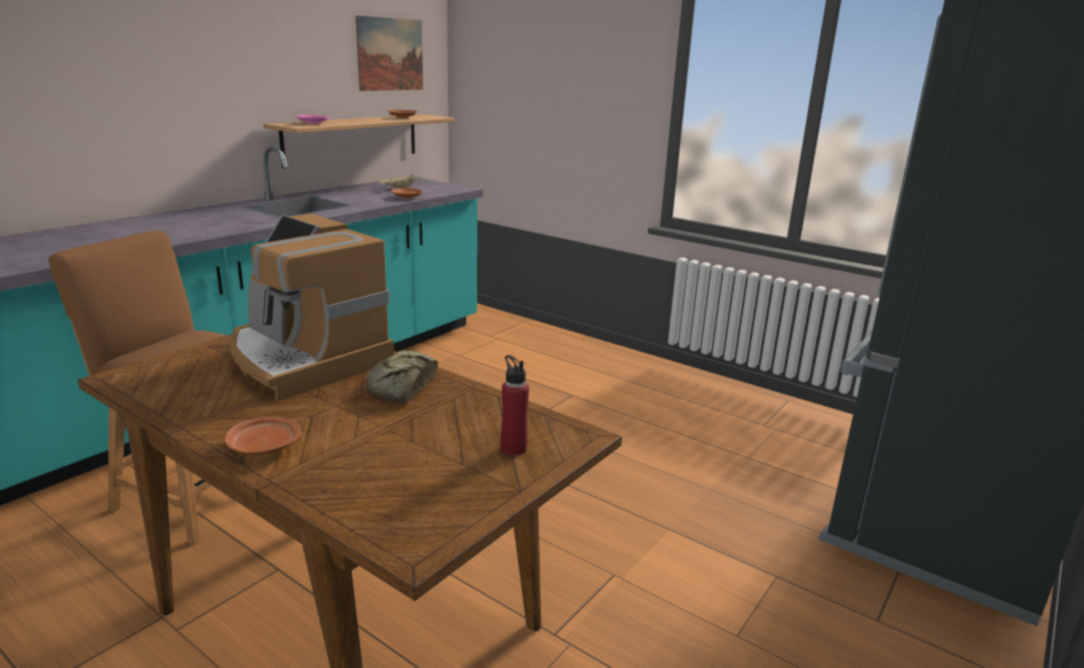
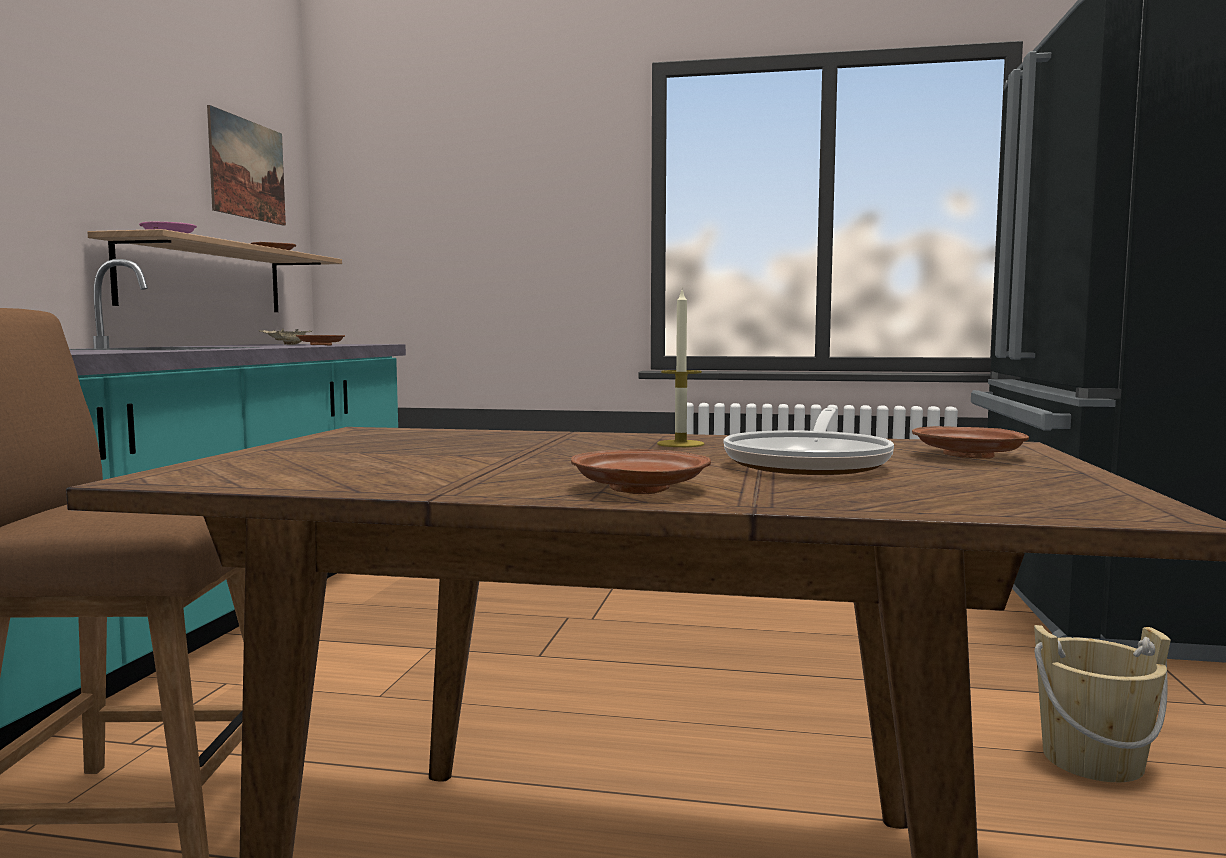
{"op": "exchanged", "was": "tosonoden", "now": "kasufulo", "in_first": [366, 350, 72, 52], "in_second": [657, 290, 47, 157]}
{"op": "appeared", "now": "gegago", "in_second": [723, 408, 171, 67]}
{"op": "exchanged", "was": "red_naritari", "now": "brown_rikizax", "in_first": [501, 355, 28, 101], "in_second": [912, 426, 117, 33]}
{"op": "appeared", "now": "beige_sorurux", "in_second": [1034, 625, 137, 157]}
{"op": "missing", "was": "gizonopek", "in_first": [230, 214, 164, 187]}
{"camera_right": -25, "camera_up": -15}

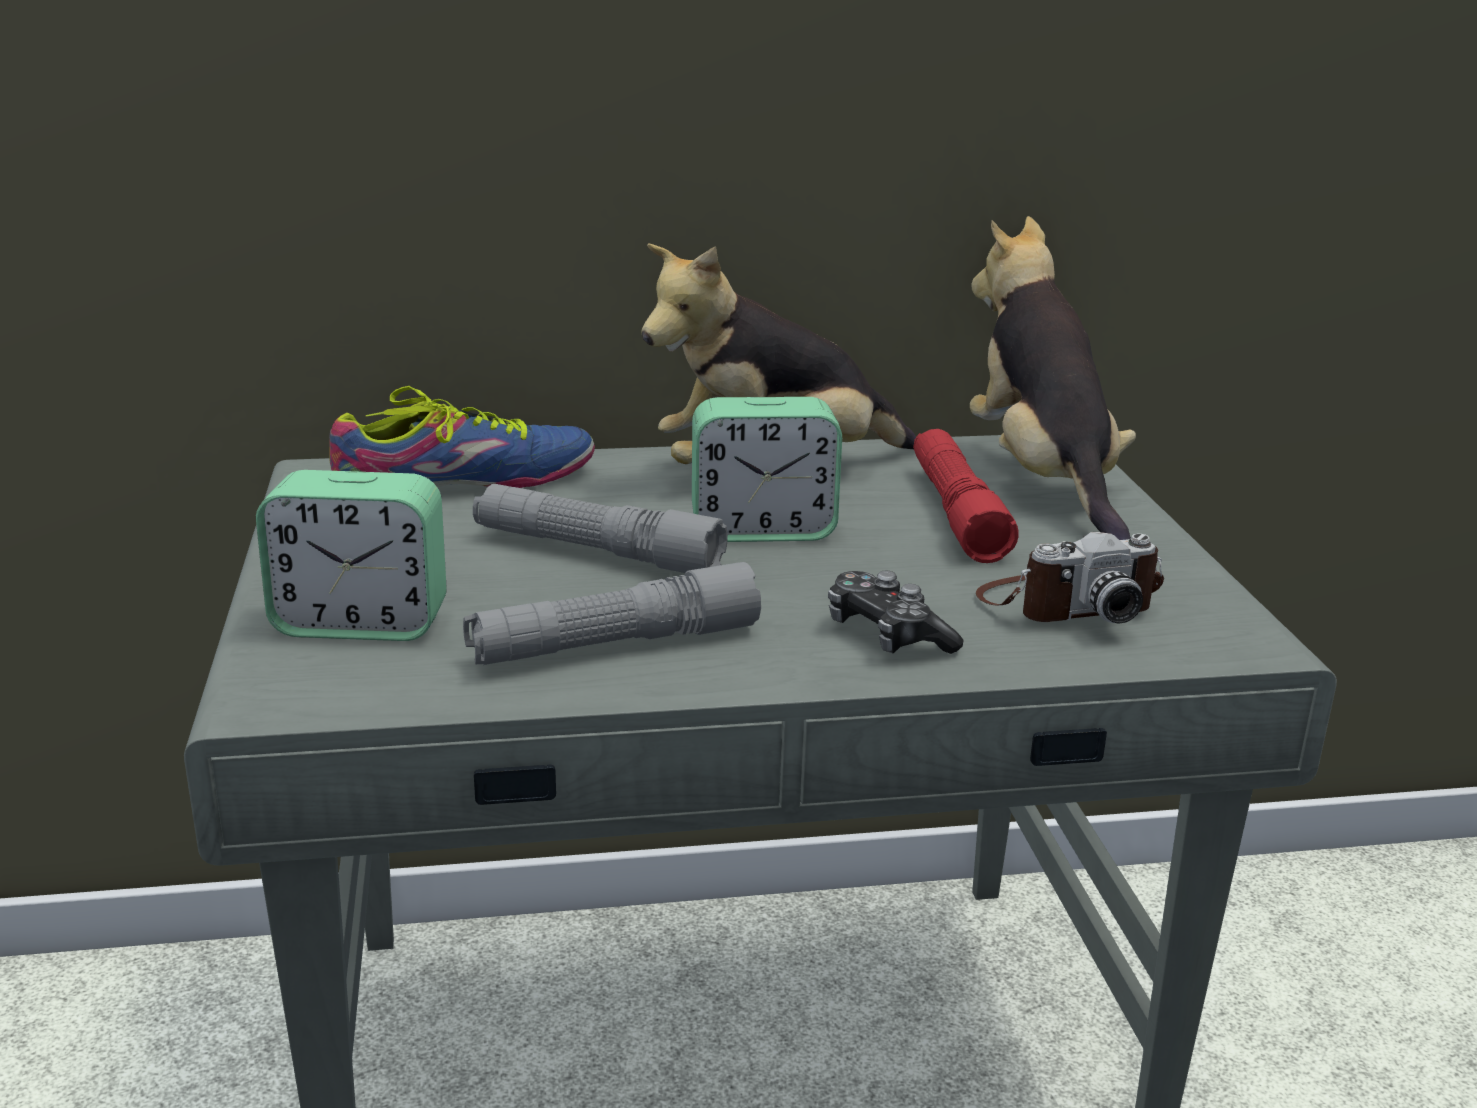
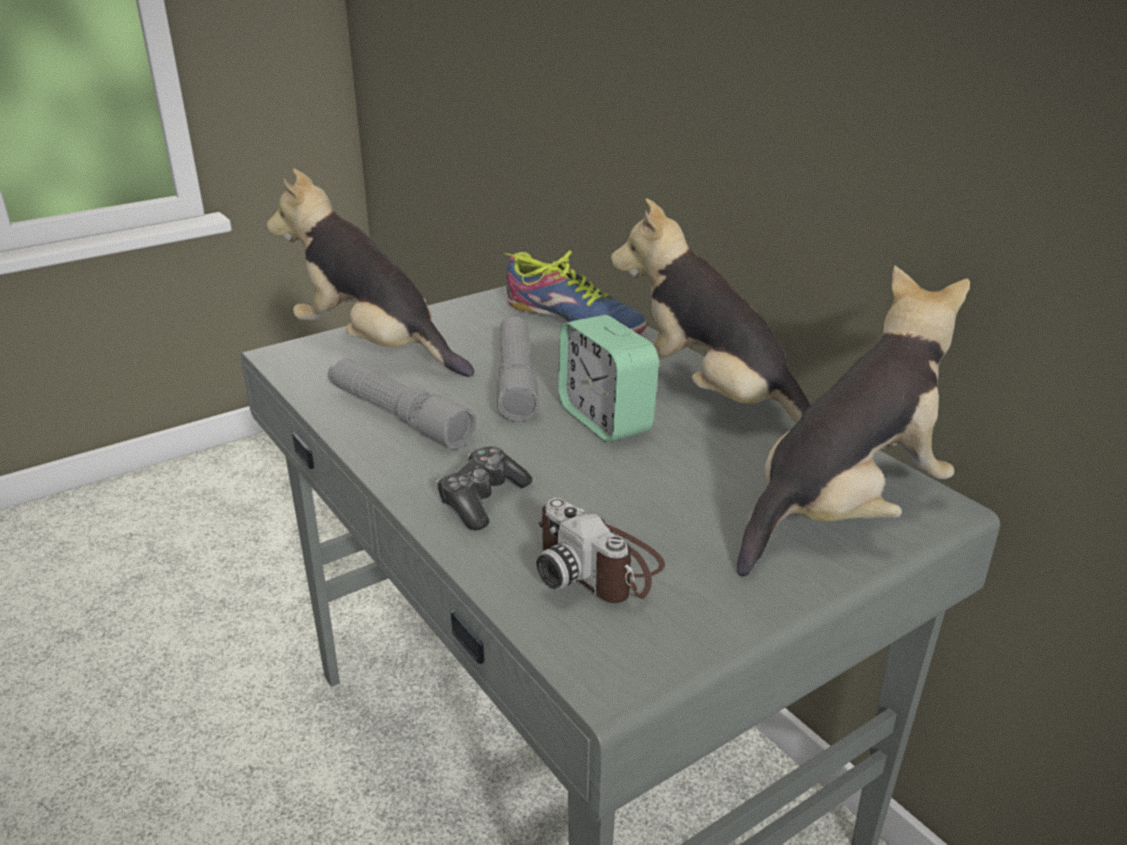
{"op": "exchanged", "was": "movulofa", "now": "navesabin", "in_first": [256, 470, 191, 171], "in_second": [267, 169, 207, 208]}
{"op": "missing", "was": "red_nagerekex", "in_first": [913, 429, 106, 134]}
{"camera_right": 65, "camera_up": 5}

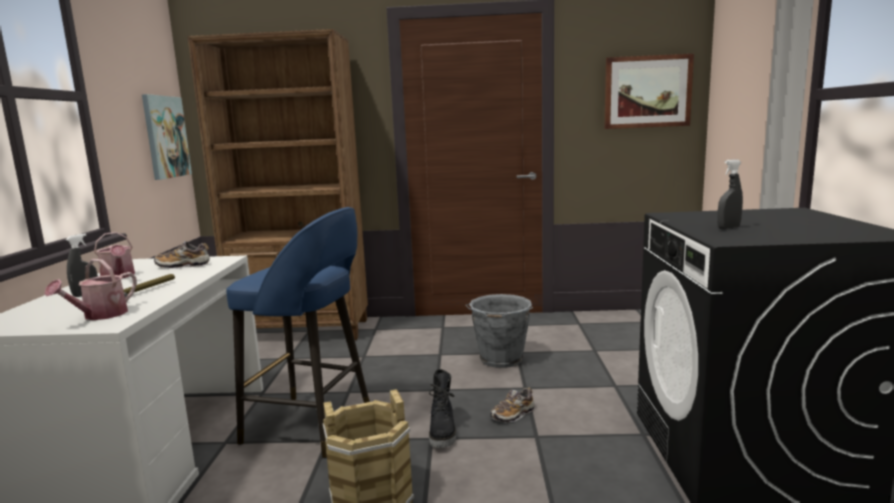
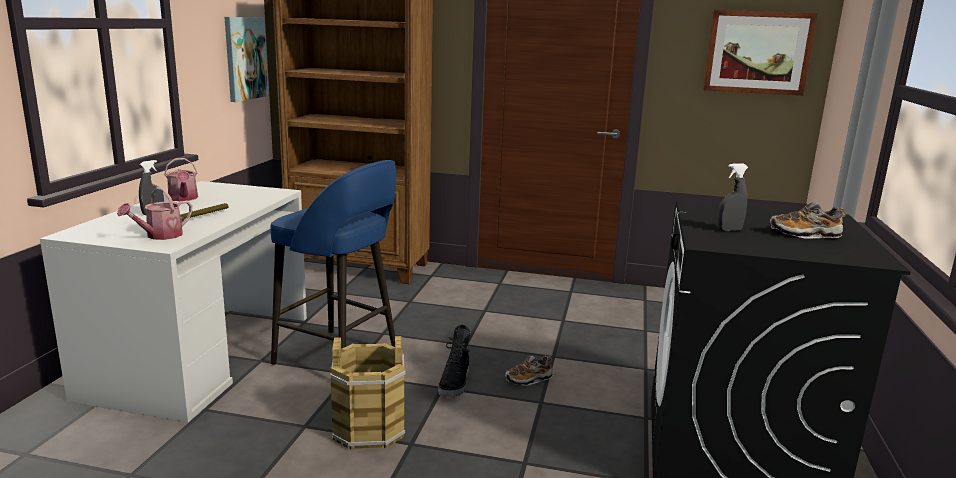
{"op": "relocated", "was": "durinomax", "in_first": [154, 241, 56, 28], "in_second": [770, 202, 76, 36]}
{"op": "missing", "was": "grey_sorurux", "in_first": [465, 294, 68, 74]}
{"camera_right": 10, "camera_up": 5}

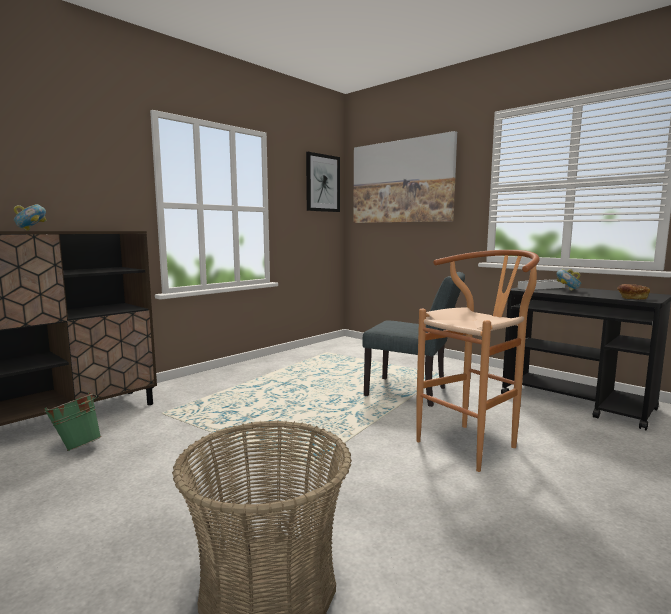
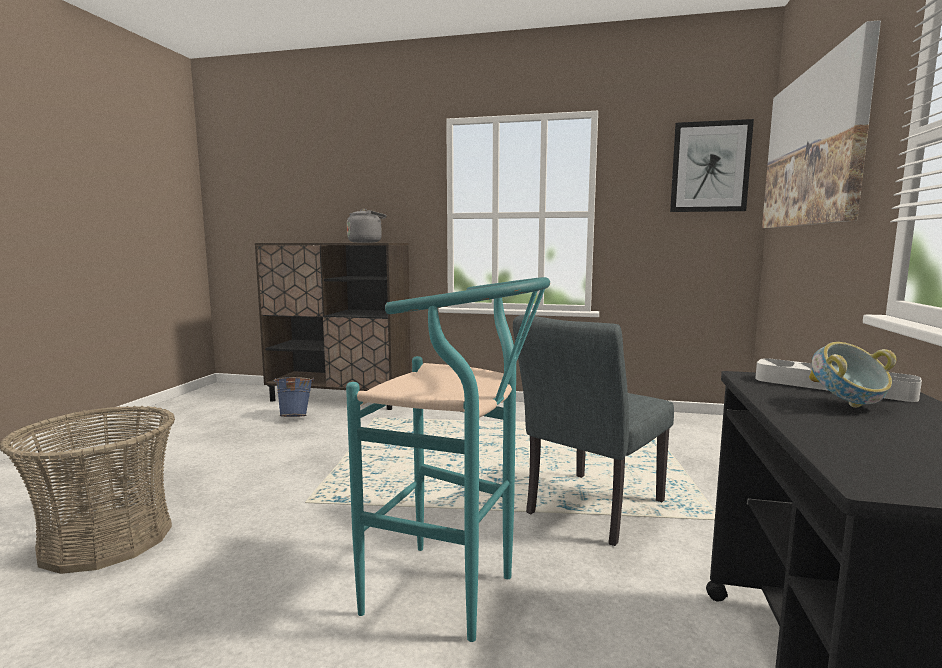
{"op": "colour", "was": "green_sorurux", "now": "blue_sorurux", "in_first": [44, 392, 57, 59], "in_second": [274, 377, 40, 40]}
{"op": "colour", "was": "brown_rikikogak", "now": "turquoise_rikikogak", "in_first": [416, 250, 124, 222], "in_second": [346, 277, 204, 365]}
{"op": "appeared", "now": "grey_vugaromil", "in_second": [347, 209, 40, 34]}
{"op": "spun", "was": "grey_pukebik", "in_first": [362, 272, 103, 135], "in_second": [513, 315, 161, 231], "clockwise": 45}
{"op": "missing", "was": "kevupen", "in_first": [14, 204, 32, 27]}
{"op": "missing", "was": "tosonoden", "in_first": [618, 284, 32, 16]}
{"camera_right": 60, "camera_up": 0}

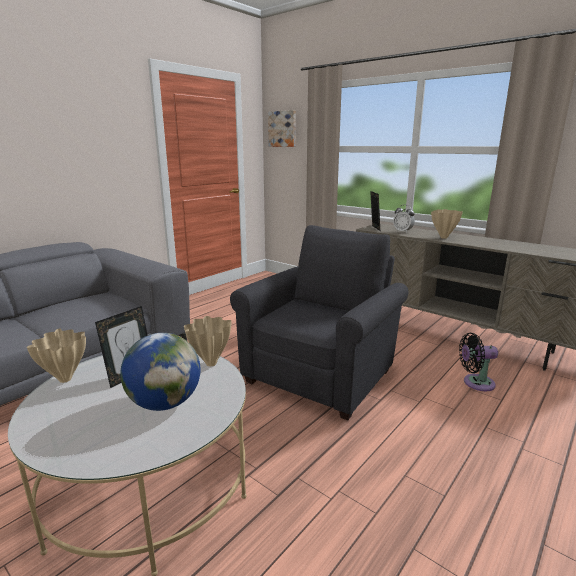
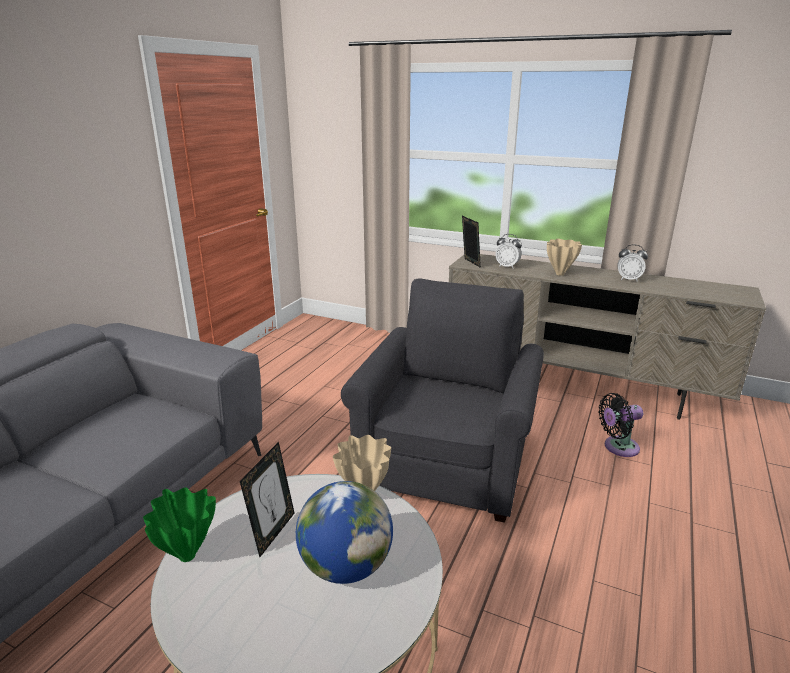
{"op": "colour", "was": "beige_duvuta", "now": "green_duvuta", "in_first": [27, 329, 59, 54], "in_second": [143, 487, 73, 75]}
{"op": "appeared", "now": "movulofa", "in_second": [618, 245, 30, 37]}
{"op": "missing", "was": "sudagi", "in_first": [268, 110, 28, 37]}
{"camera_right": -15, "camera_up": 5}

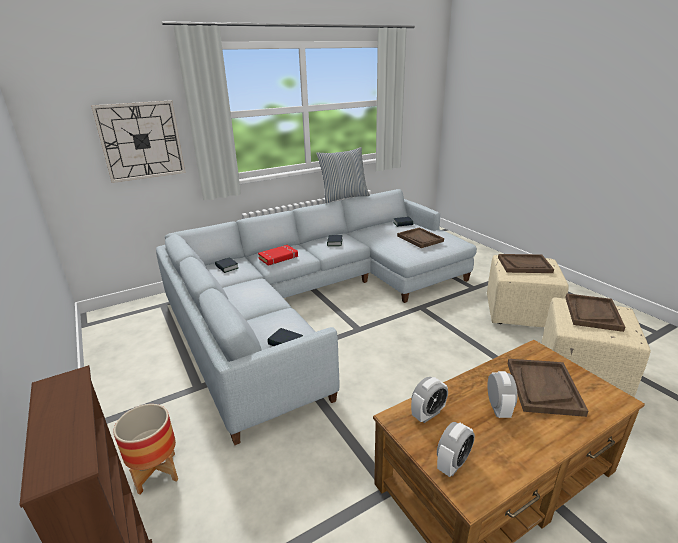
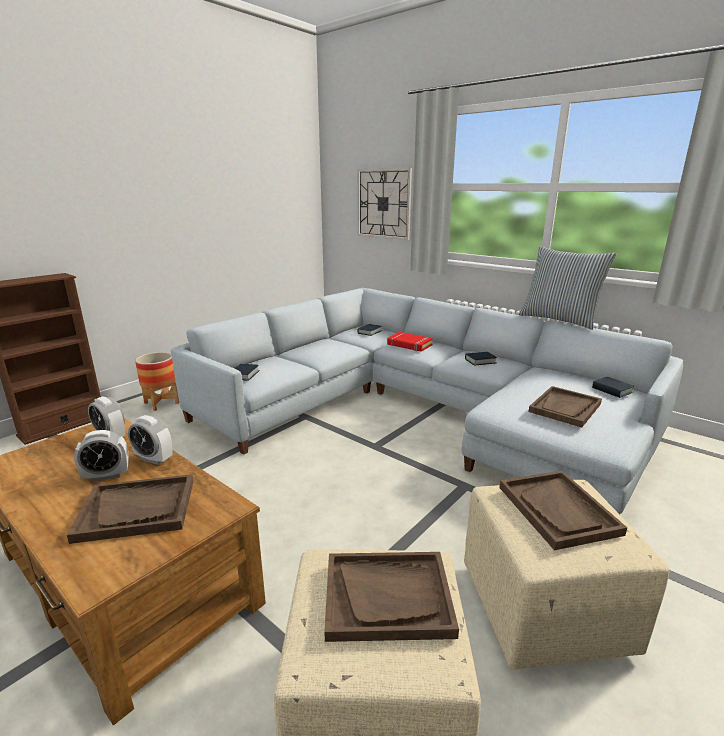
{"op": "relocated", "was": "movulofa", "in_first": [437, 422, 38, 55], "in_second": [128, 415, 45, 50]}
{"camera_right": 70, "camera_up": -5}

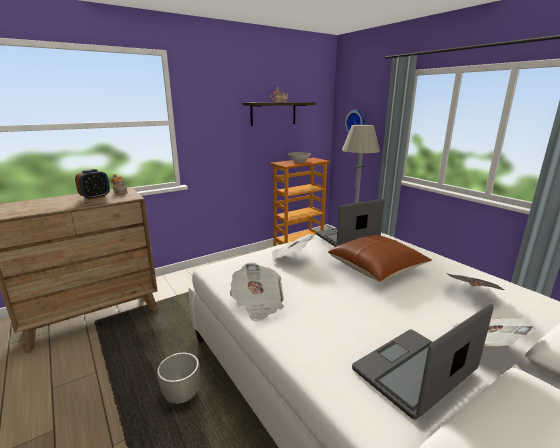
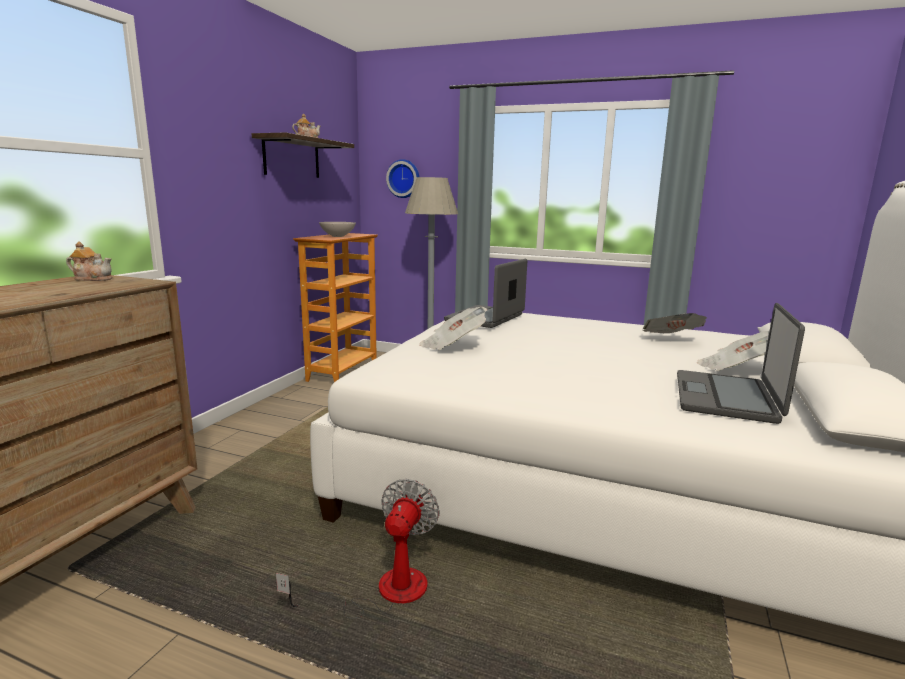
{"op": "exchanged", "was": "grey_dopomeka", "now": "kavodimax", "in_first": [157, 353, 43, 51], "in_second": [276, 479, 164, 139]}
{"op": "missing", "was": "movulofa", "in_first": [75, 169, 35, 31]}
{"op": "missing", "was": "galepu", "in_first": [230, 263, 54, 59]}
{"op": "missing", "was": "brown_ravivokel", "in_first": [328, 235, 104, 47]}
{"camera_right": -35, "camera_up": -5}

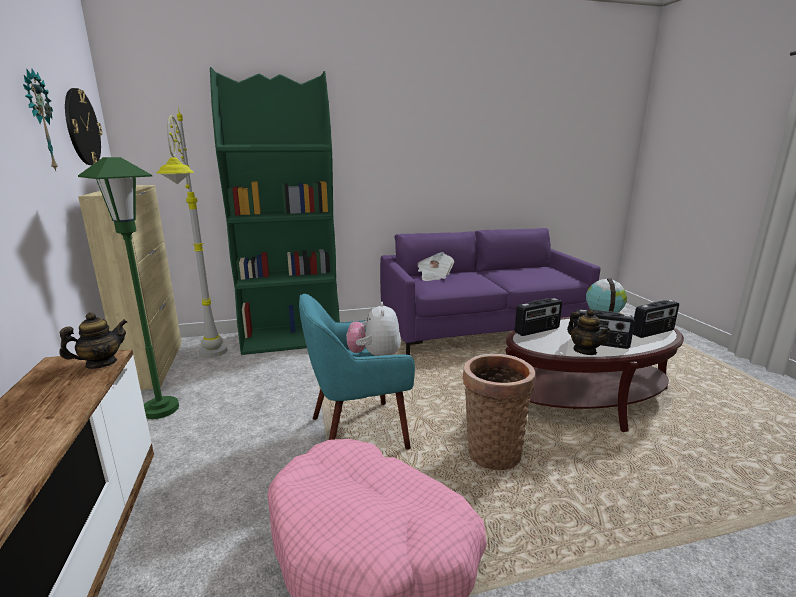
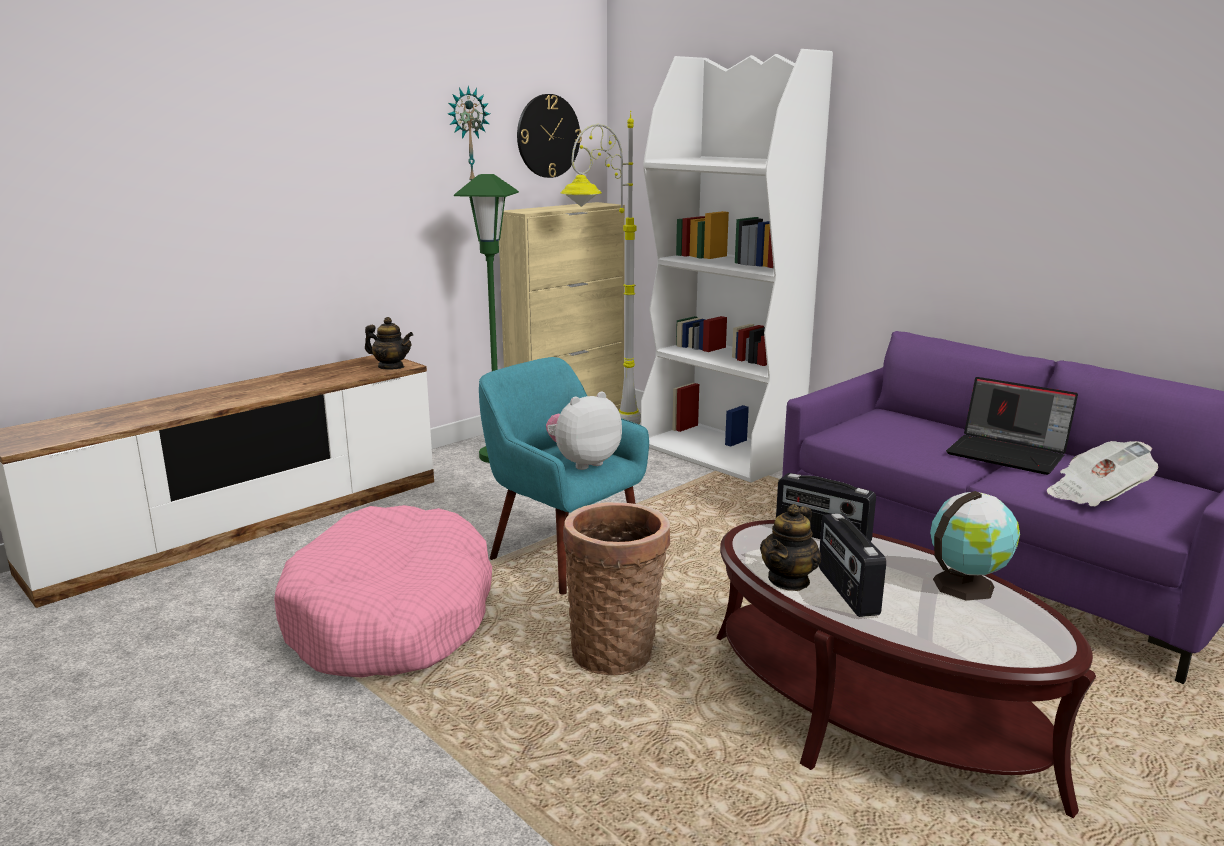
{"op": "colour", "was": "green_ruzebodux", "now": "white_ruzebodux", "in_first": [210, 67, 130, 288], "in_second": [641, 49, 192, 433]}
{"op": "appeared", "now": "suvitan", "in_second": [946, 377, 132, 98]}
{"op": "relocated", "was": "galepu", "in_first": [417, 252, 37, 29], "in_second": [1047, 441, 111, 65]}
{"op": "missing", "was": "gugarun", "in_first": [633, 300, 46, 38]}
{"camera_right": 60, "camera_up": 0}

